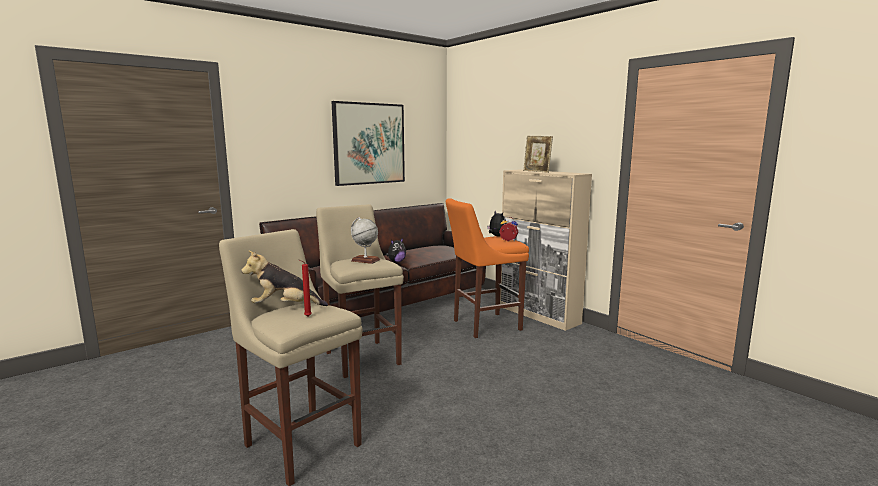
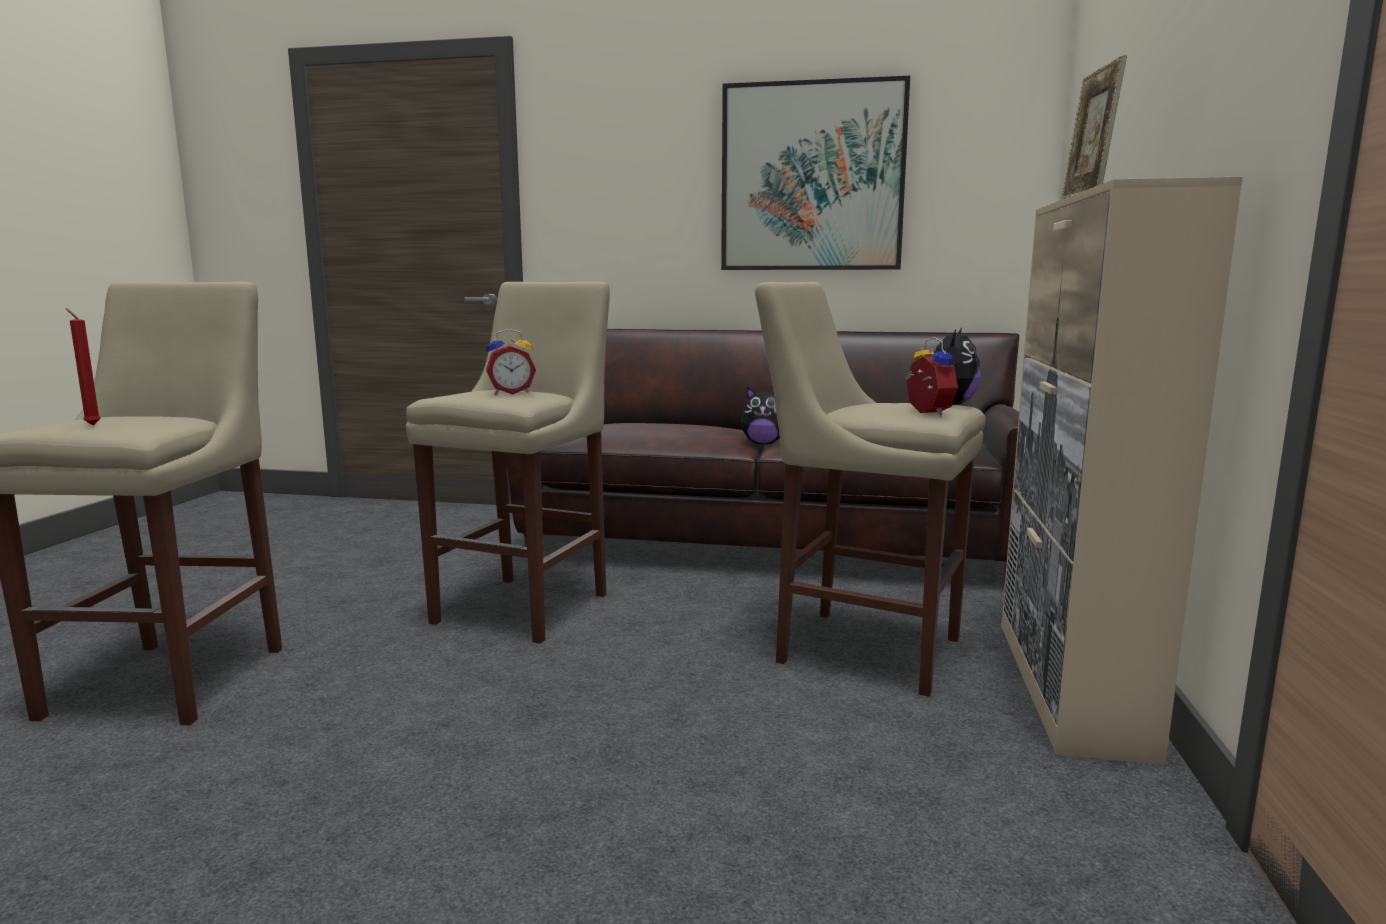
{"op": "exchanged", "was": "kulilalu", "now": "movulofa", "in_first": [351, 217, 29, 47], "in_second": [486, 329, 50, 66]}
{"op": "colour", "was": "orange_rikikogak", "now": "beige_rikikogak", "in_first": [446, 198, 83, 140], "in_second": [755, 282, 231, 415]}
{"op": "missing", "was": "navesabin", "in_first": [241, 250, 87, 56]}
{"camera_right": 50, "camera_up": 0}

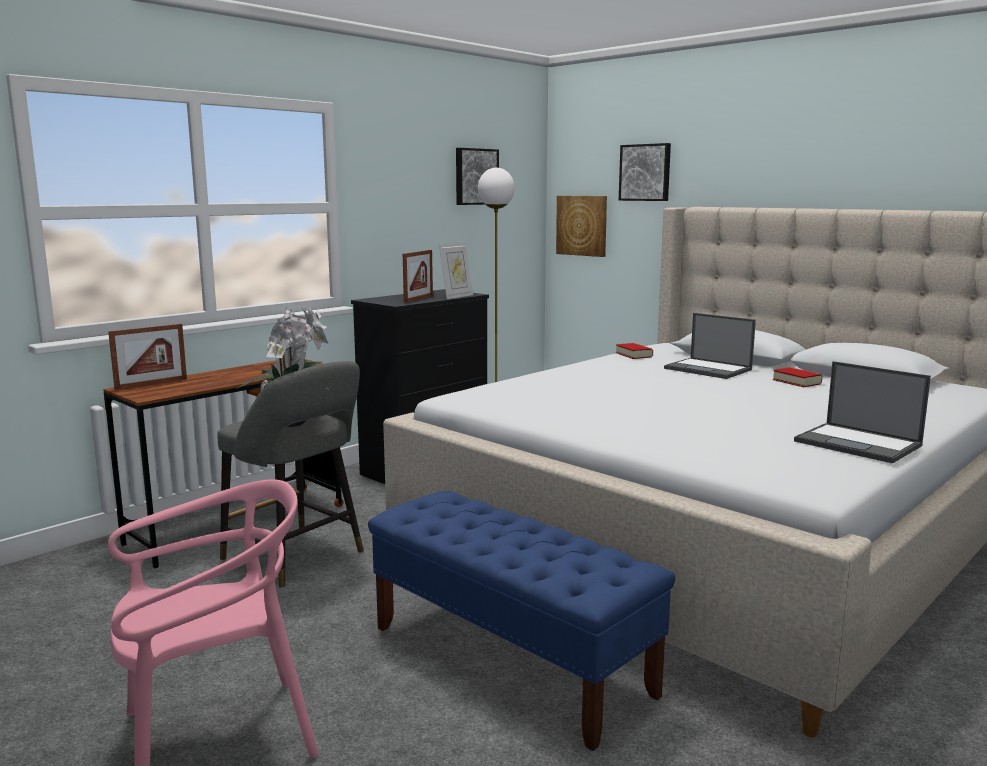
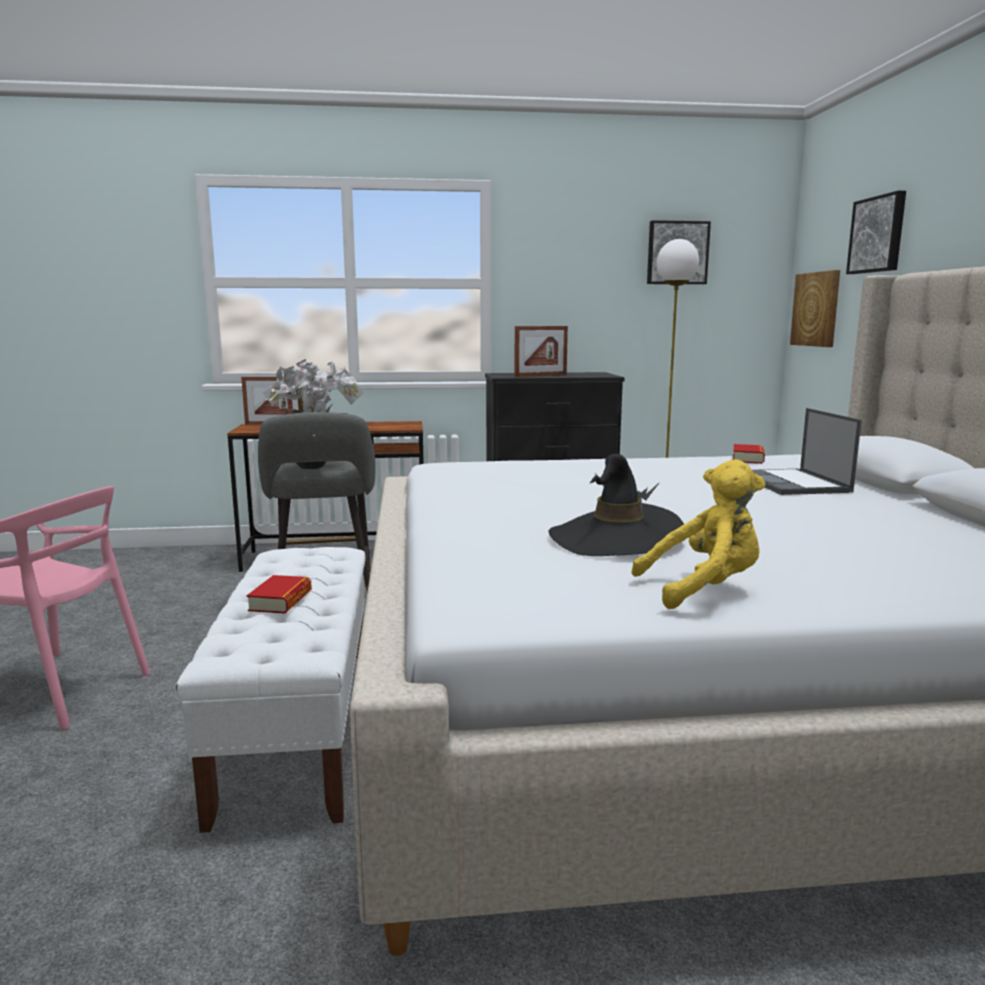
{"op": "colour", "was": "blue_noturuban", "now": "white_noturuban", "in_first": [368, 491, 307, 260], "in_second": [176, 547, 189, 286]}
{"op": "relocated", "was": "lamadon", "in_first": [773, 367, 49, 20], "in_second": [247, 575, 65, 39]}
{"op": "appeared", "now": "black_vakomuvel", "in_second": [549, 454, 135, 102]}
{"op": "exchanged", "was": "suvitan", "now": "yellow_navesabin", "in_first": [794, 361, 137, 102], "in_second": [631, 459, 135, 150]}
{"op": "missing", "was": "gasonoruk", "in_first": [439, 242, 34, 57]}
{"camera_right": 40, "camera_up": 0}

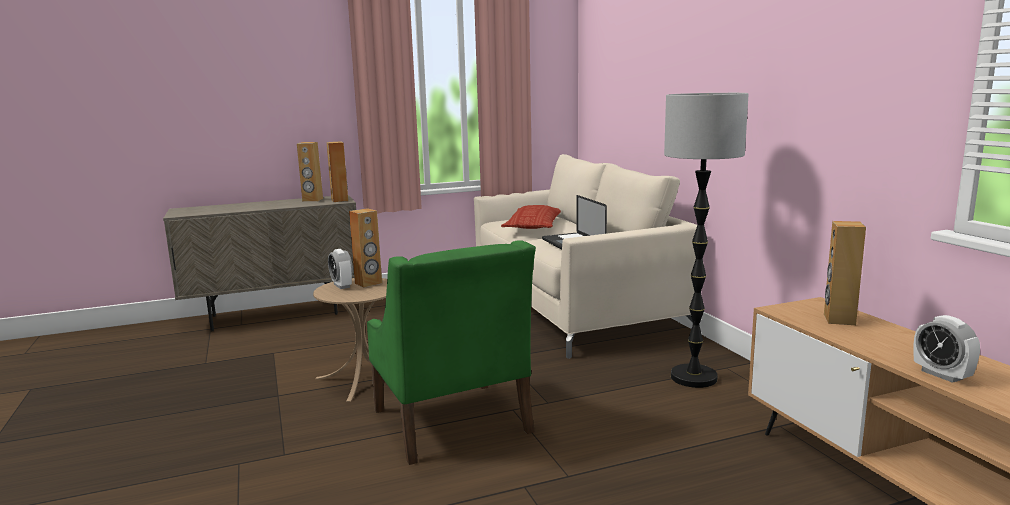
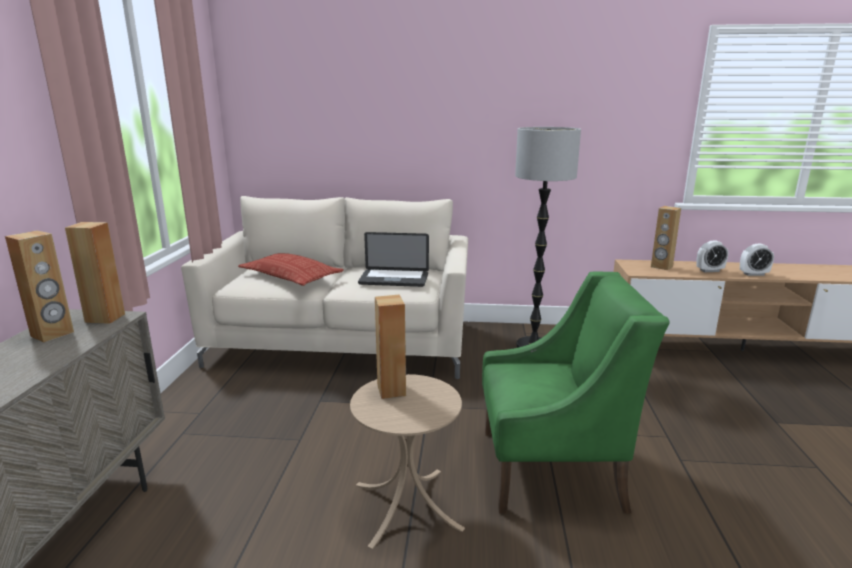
{"op": "relocated", "was": "movulofa", "in_first": [328, 249, 25, 40], "in_second": [696, 241, 32, 31]}
{"camera_right": -65, "camera_up": 5}

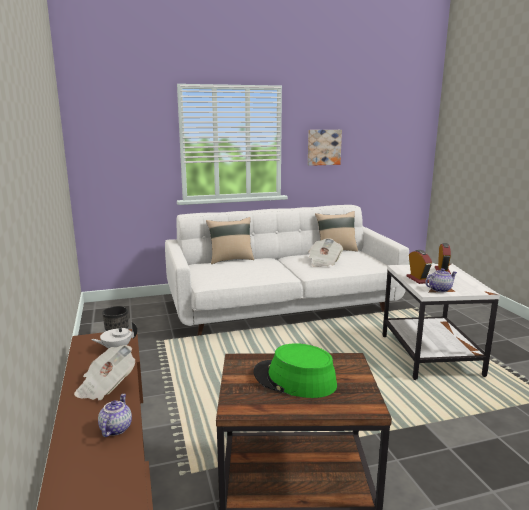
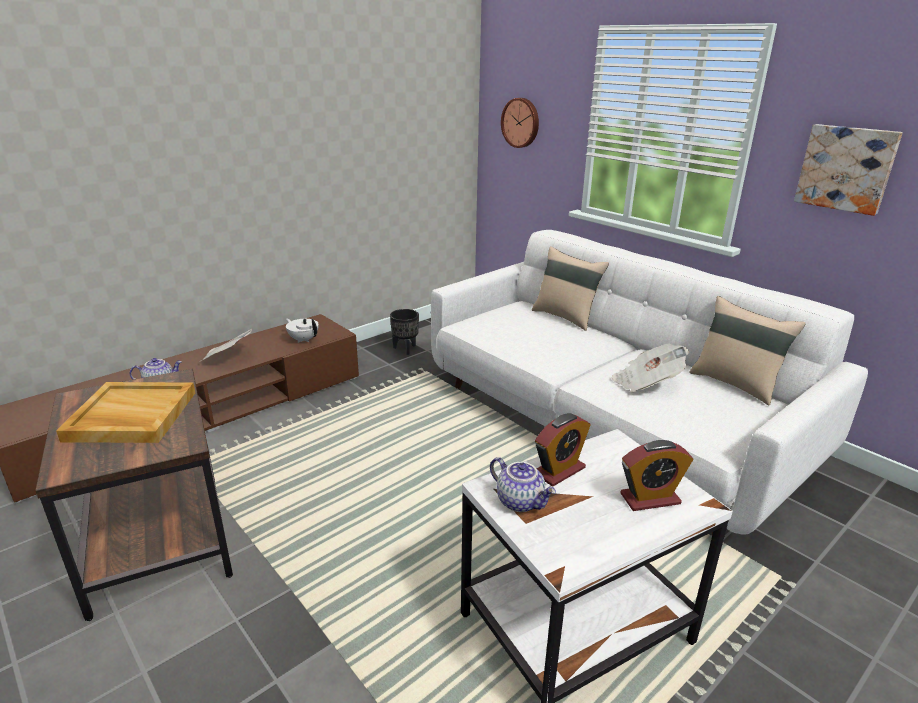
{"op": "exchanged", "was": "green_vakomuvel", "now": "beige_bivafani", "in_first": [253, 343, 84, 55], "in_second": [56, 382, 139, 61]}
{"op": "appeared", "now": "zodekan", "in_second": [501, 98, 38, 50]}
{"camera_right": 65, "camera_up": 10}

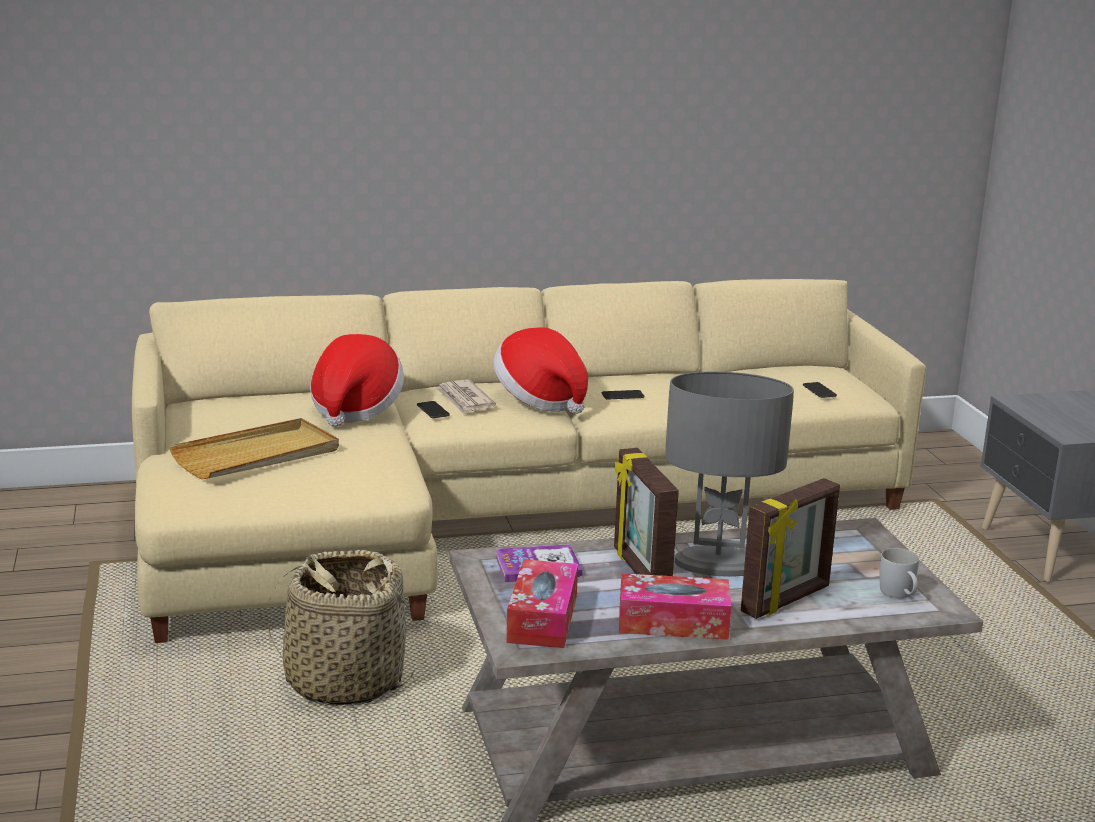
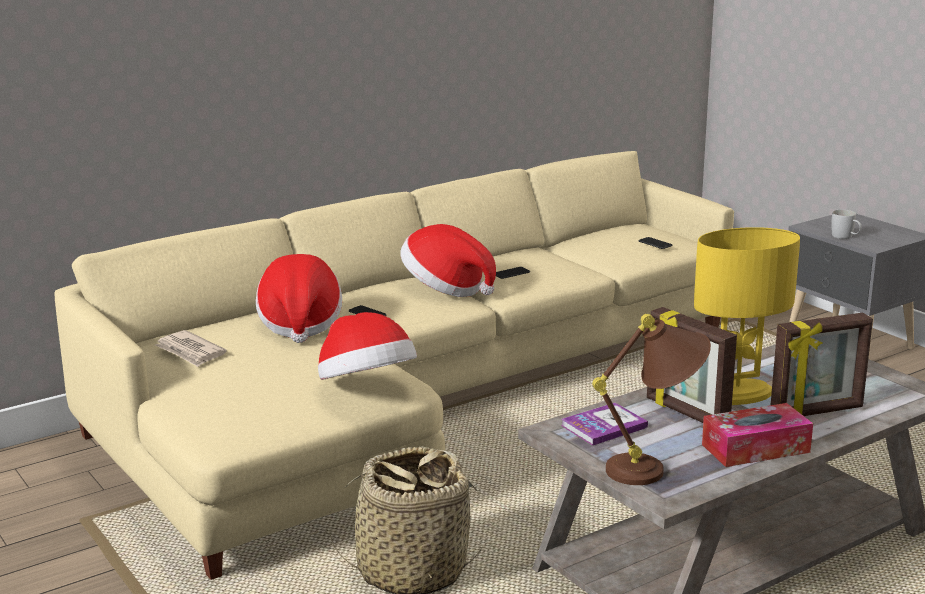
{"op": "relocated", "was": "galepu", "in_first": [435, 379, 61, 36], "in_second": [155, 330, 72, 37]}
{"op": "appeared", "now": "vakomuvel", "in_second": [318, 312, 99, 68]}
{"op": "exchanged", "was": "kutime", "now": "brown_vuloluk", "in_first": [506, 559, 72, 89], "in_second": [592, 314, 119, 171]}
{"op": "colour", "was": "grey_vuloluk", "now": "yellow_vuloluk", "in_first": [665, 371, 129, 206], "in_second": [694, 227, 106, 178]}
{"op": "spun", "was": "gasonoruk", "in_first": [741, 478, 99, 141], "in_second": [771, 313, 102, 103], "clockwise": 45}
{"op": "relocated", "was": "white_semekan", "in_first": [880, 548, 39, 50], "in_second": [831, 210, 31, 29]}
{"op": "missing", "was": "beige_bivafani", "in_first": [169, 418, 170, 61]}
{"camera_right": -20, "camera_up": 0}

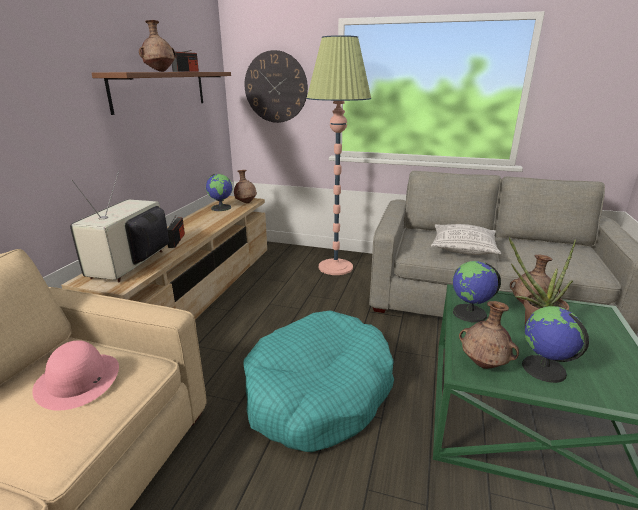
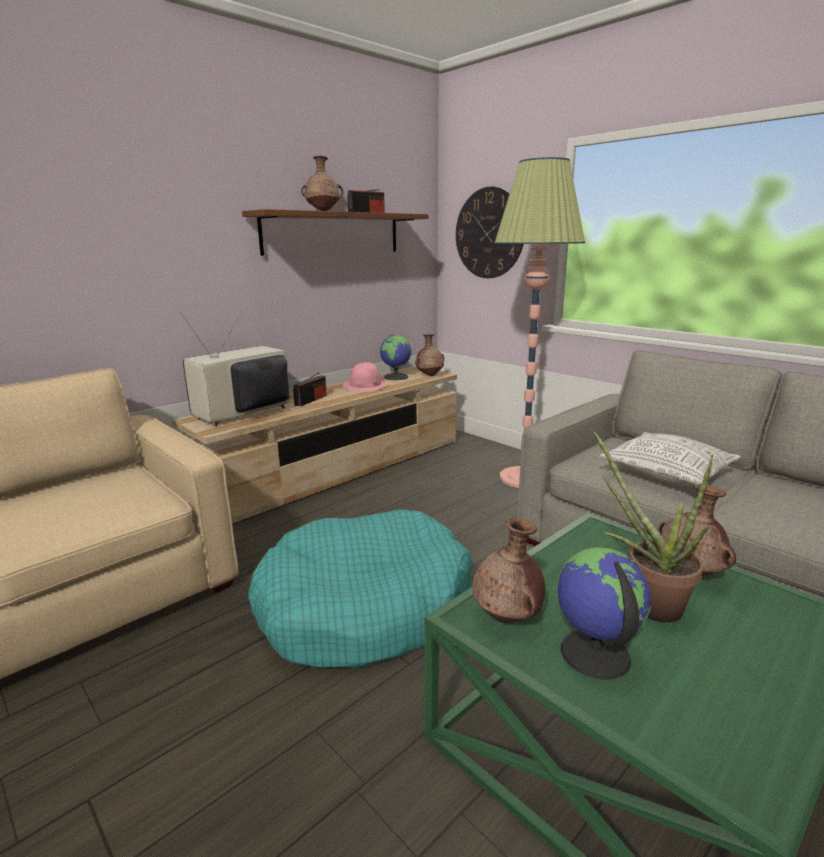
{"op": "relocated", "was": "pink_vakomuvel", "in_first": [32, 340, 87, 71], "in_second": [343, 362, 45, 30]}
{"op": "missing", "was": "kulilalu", "in_first": [453, 261, 48, 62]}
{"camera_right": 30, "camera_up": -5}

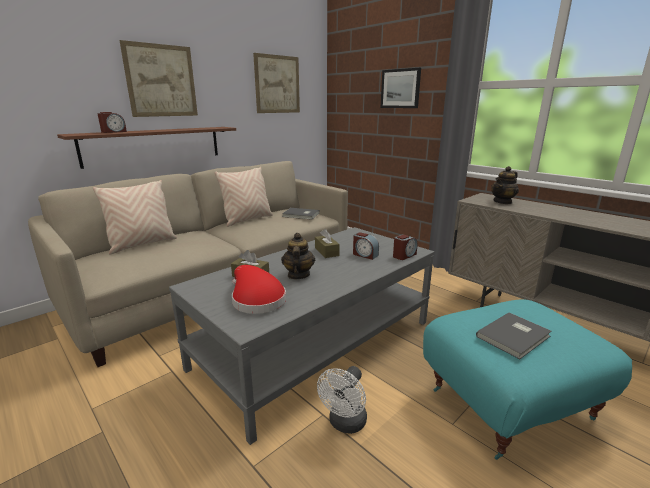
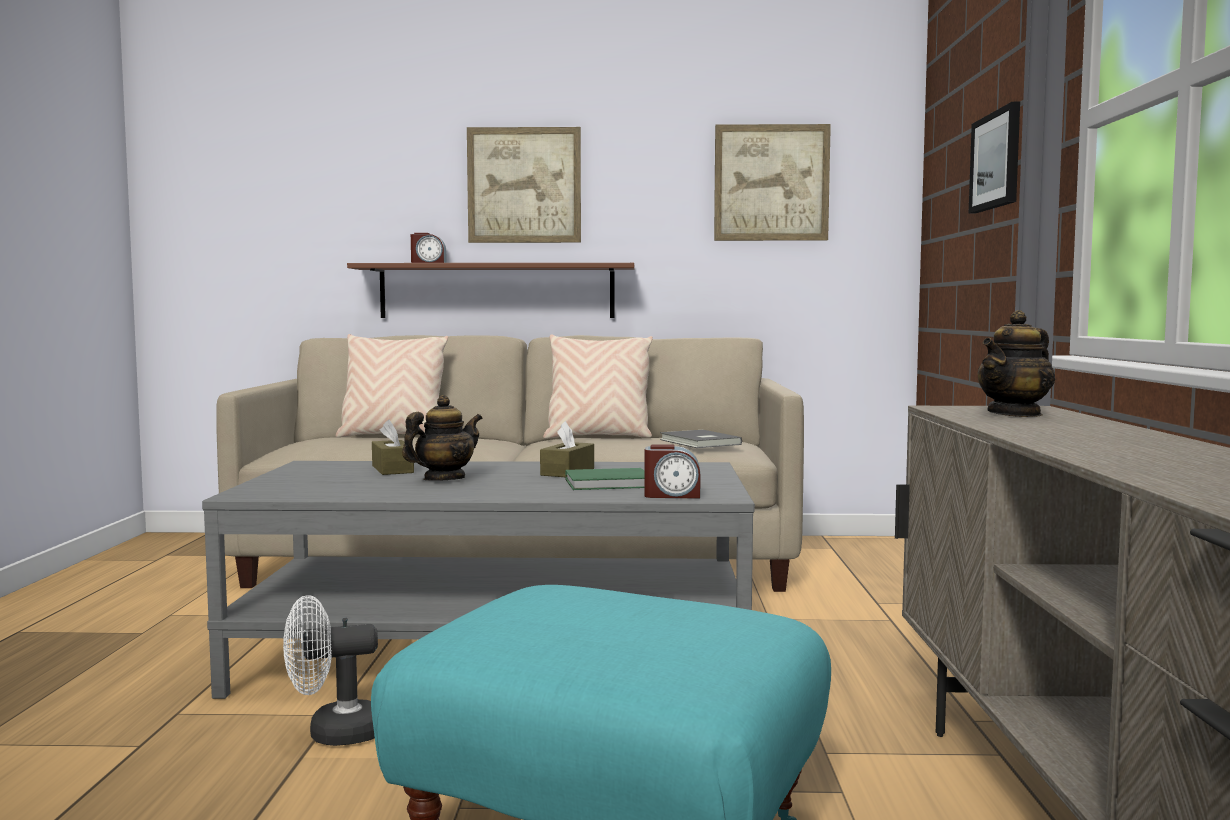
{"op": "exchanged", "was": "movulofa", "now": "green_lamadon", "in_first": [353, 232, 26, 28], "in_second": [565, 468, 80, 22]}
{"op": "spun", "was": "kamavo", "in_first": [491, 166, 28, 38], "in_second": [978, 310, 77, 107], "clockwise": -45}
{"op": "missing", "was": "red_vakomuvel", "in_first": [232, 265, 54, 49]}
{"op": "missing", "was": "grey_lamadon", "in_first": [476, 313, 76, 46]}
{"camera_right": 45, "camera_up": -15}

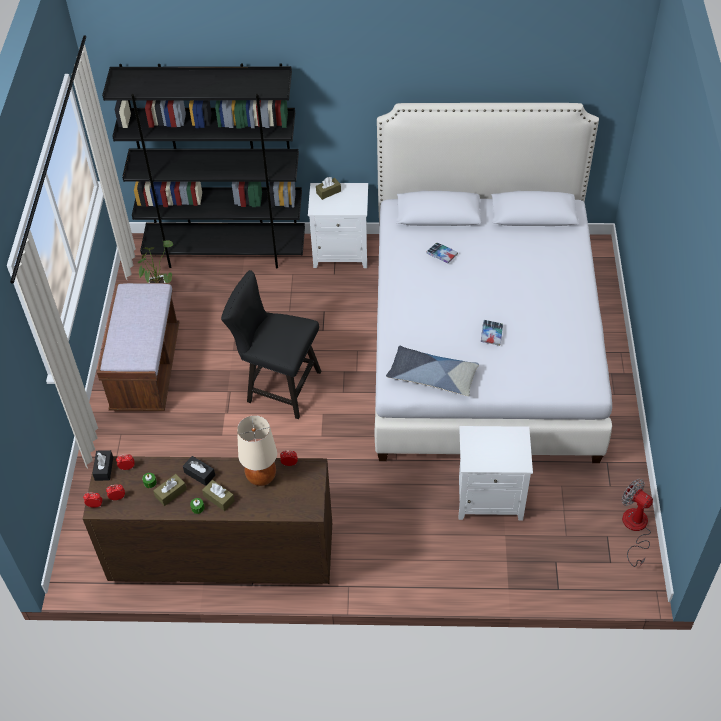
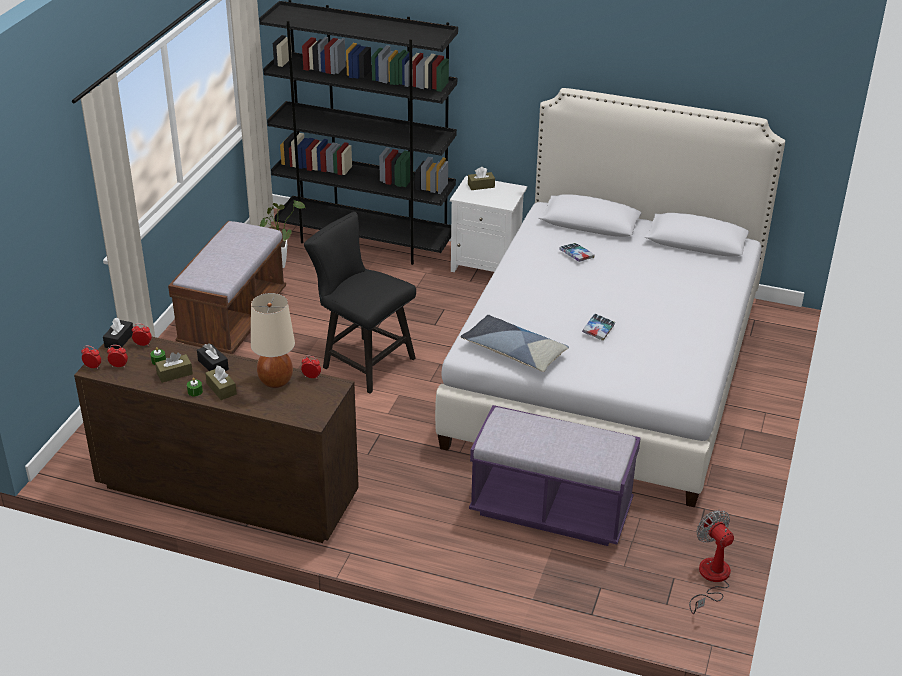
{"op": "exchanged", "was": "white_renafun", "now": "purple_noturuban", "in_first": [458, 426, 75, 95], "in_second": [469, 405, 172, 141]}
{"camera_right": 15, "camera_up": -15}

